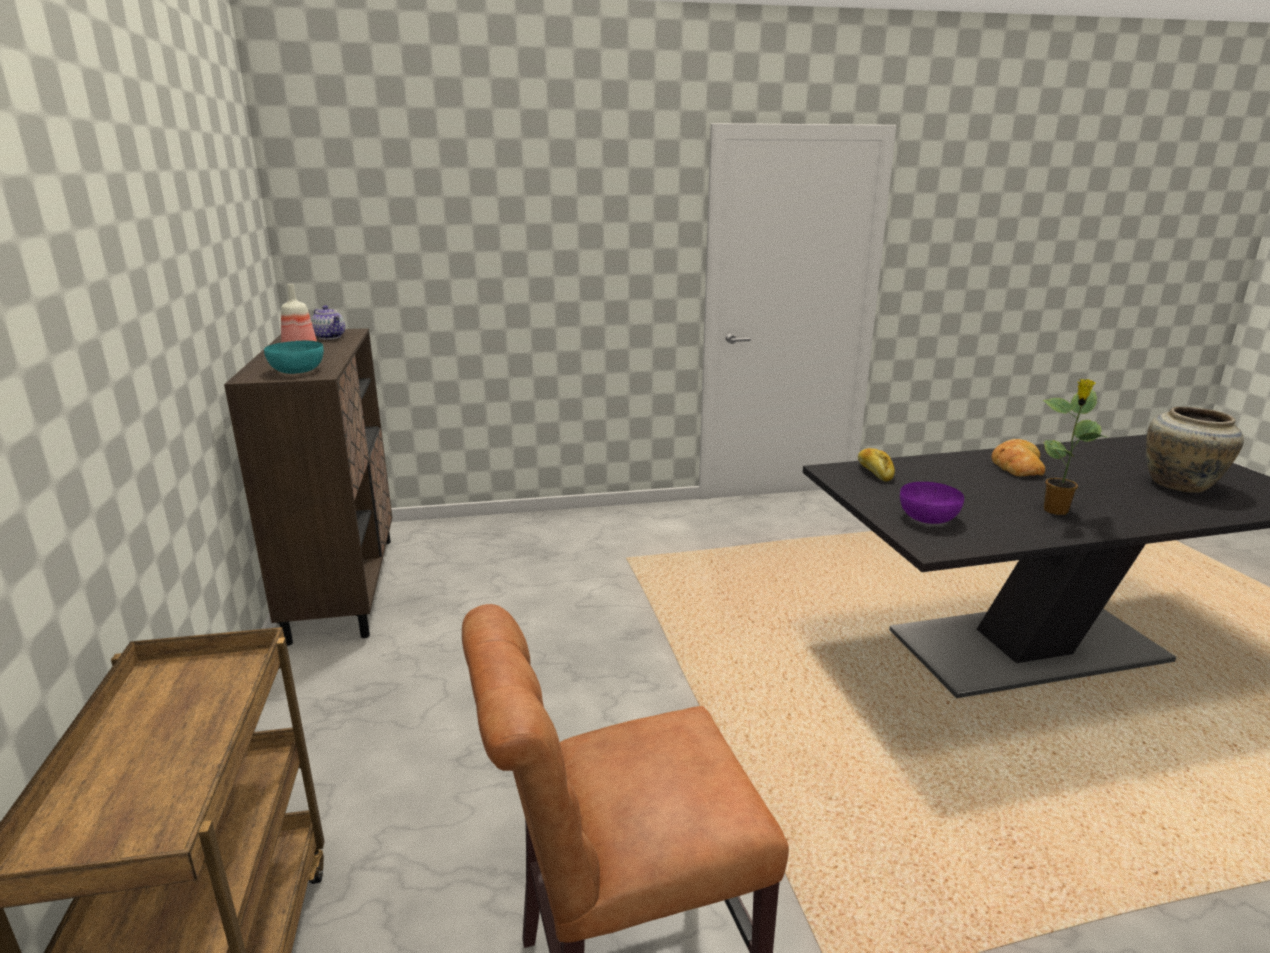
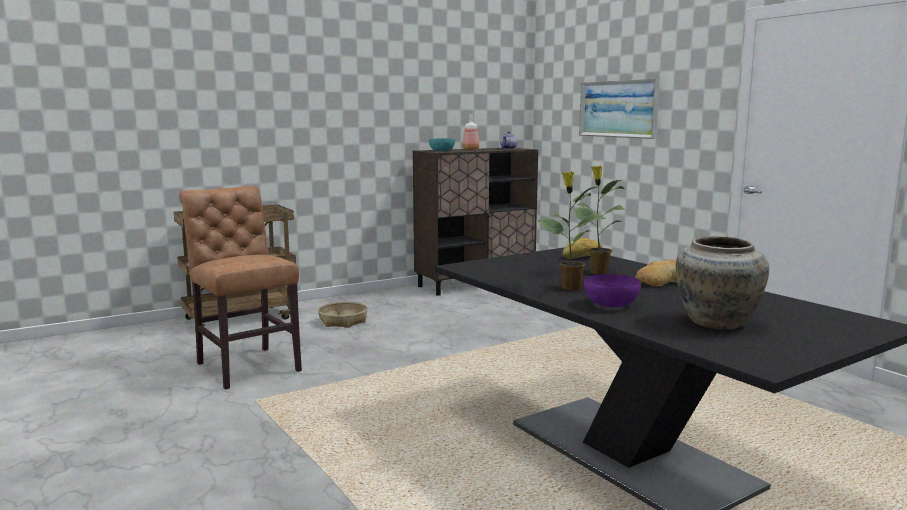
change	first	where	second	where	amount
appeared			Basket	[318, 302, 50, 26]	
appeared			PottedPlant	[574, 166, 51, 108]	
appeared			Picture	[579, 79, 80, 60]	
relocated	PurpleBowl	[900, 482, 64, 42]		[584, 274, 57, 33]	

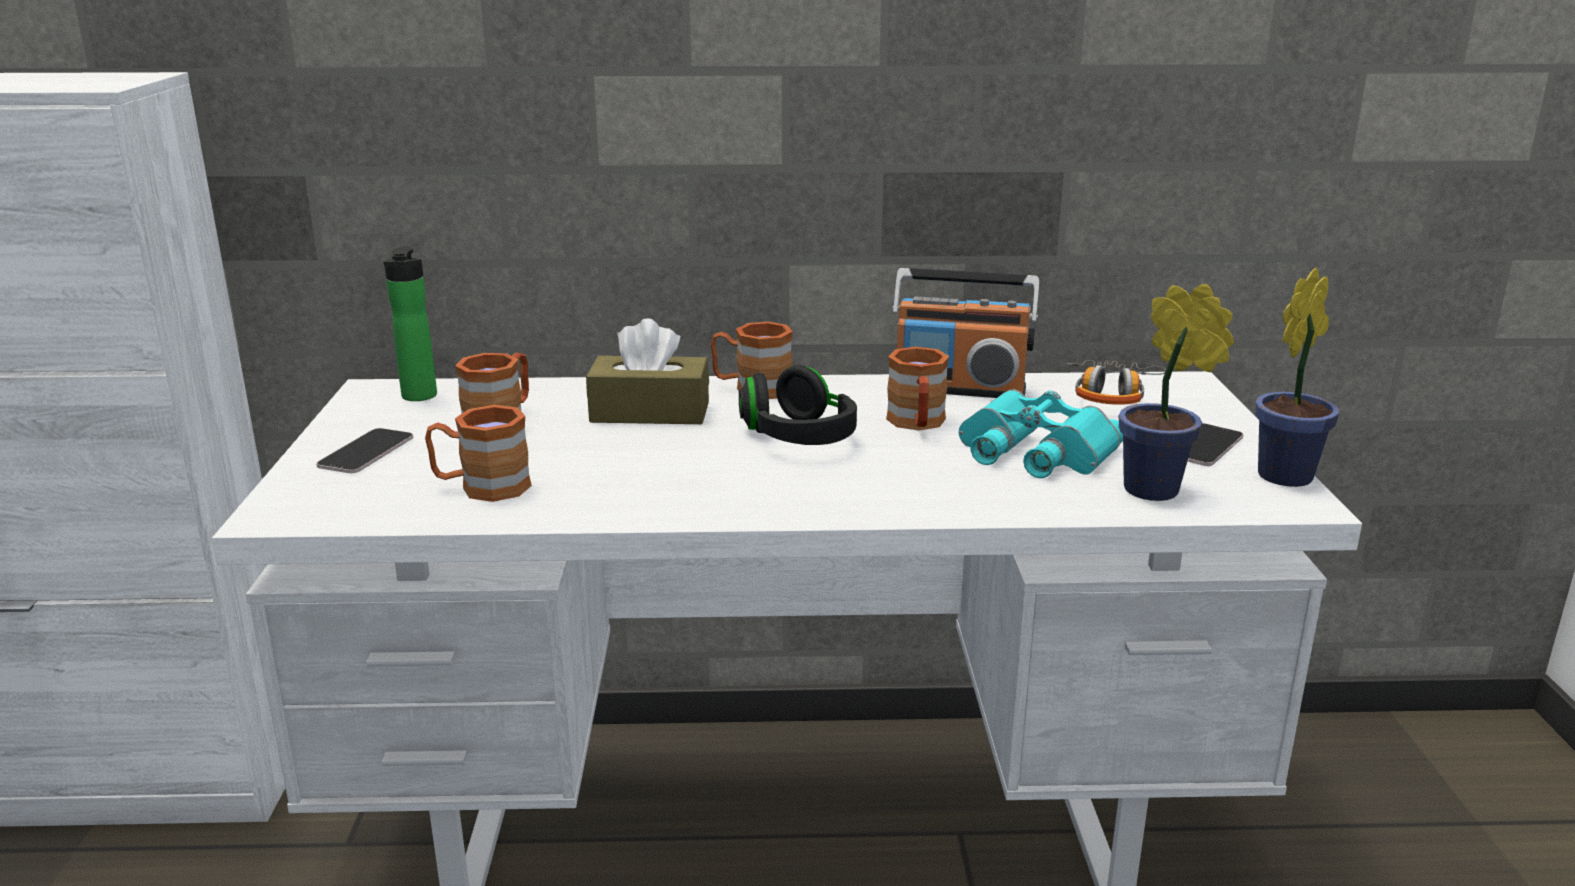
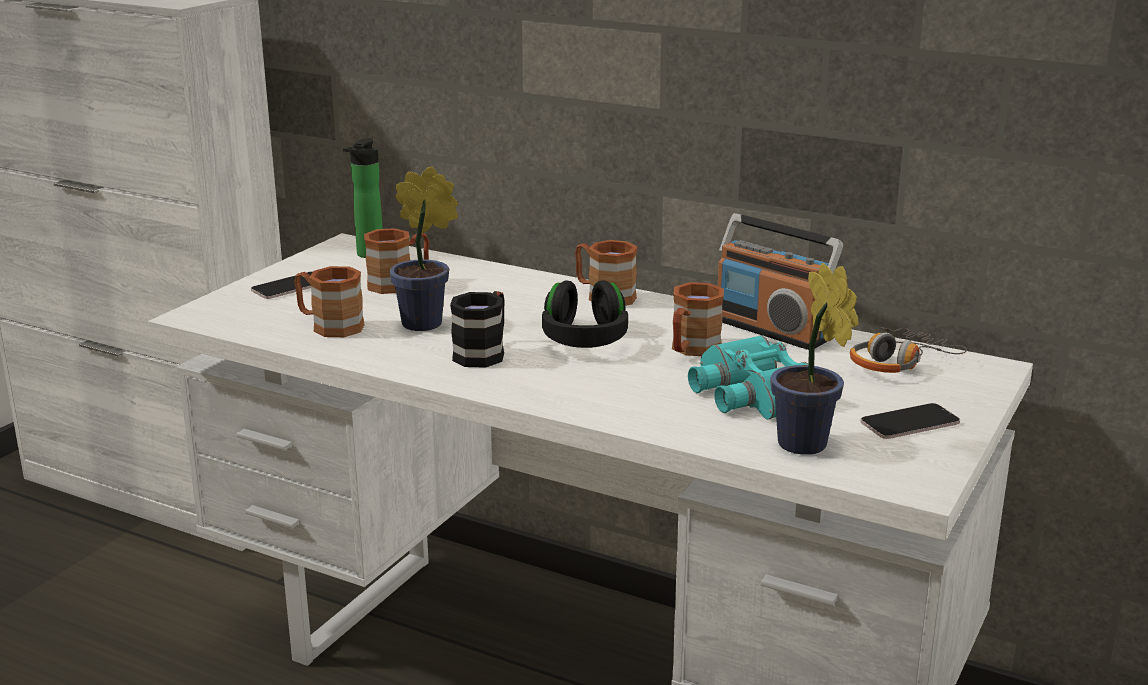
change	first	where	second	where	amount
relocated	PottedPlant	[1255, 268, 84, 219]		[389, 166, 69, 165]	
appeared			BlackMug	[450, 291, 55, 77]	
missing	BrownTissueBox	[586, 318, 123, 106]			

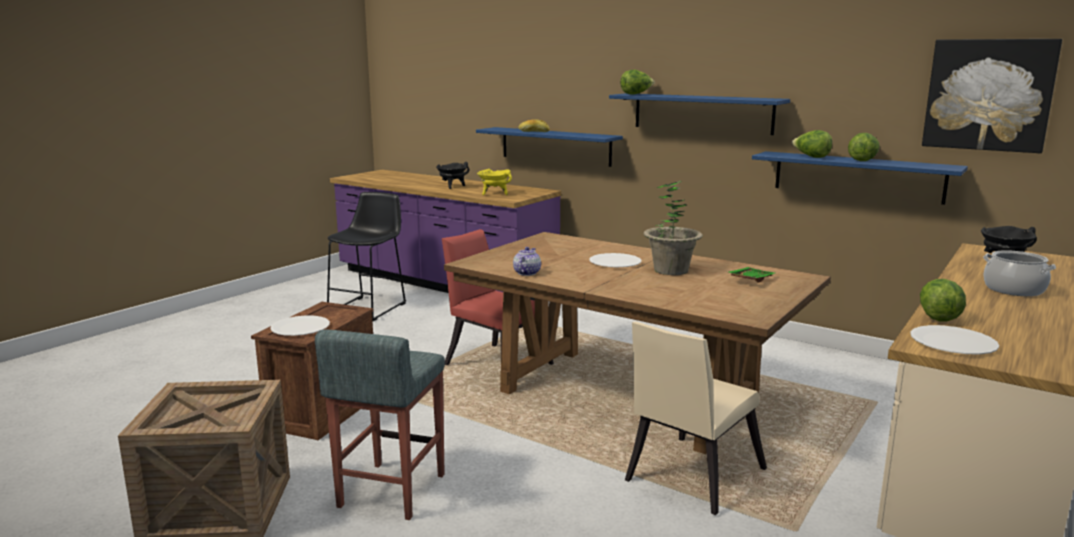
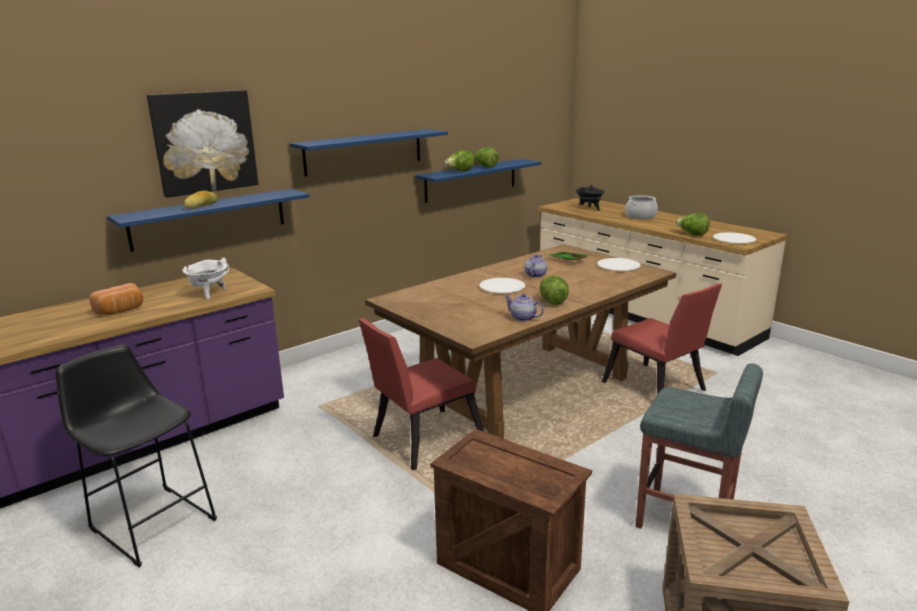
change	first	where	second	where	amount
exchanged	BlackCookingPot	[436, 162, 33, 27]	Bread	[89, 283, 54, 32]	
relocated	Picture	[922, 39, 140, 114]		[147, 90, 111, 108]	
colour	YellowCookingPot	[477, 169, 35, 26]	WhiteCookingPot	[182, 258, 47, 41]	
exchanged	PottedPlant	[644, 180, 59, 95]	Teapot	[525, 254, 22, 24]	
relocated	Lettuce	[620, 70, 35, 25]		[540, 276, 29, 29]	
relocated	WhitePlate	[270, 315, 60, 21]		[597, 258, 43, 13]	
colour	BeigeChair	[625, 321, 142, 194]	RedChair	[602, 283, 120, 111]	

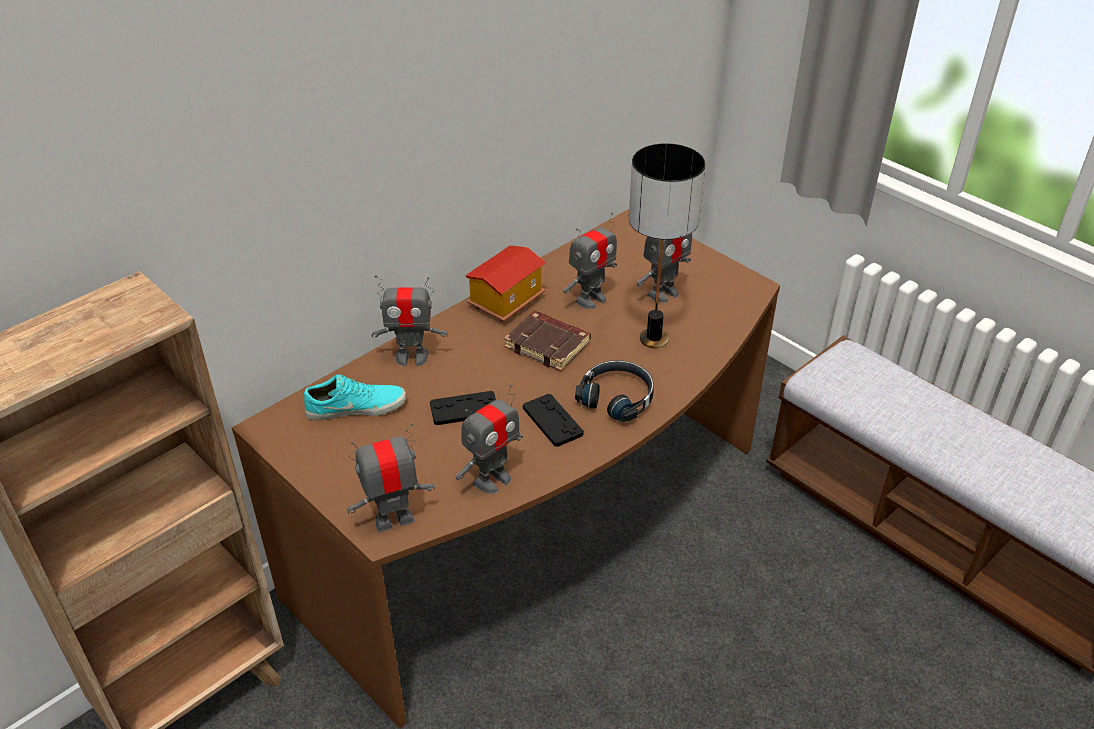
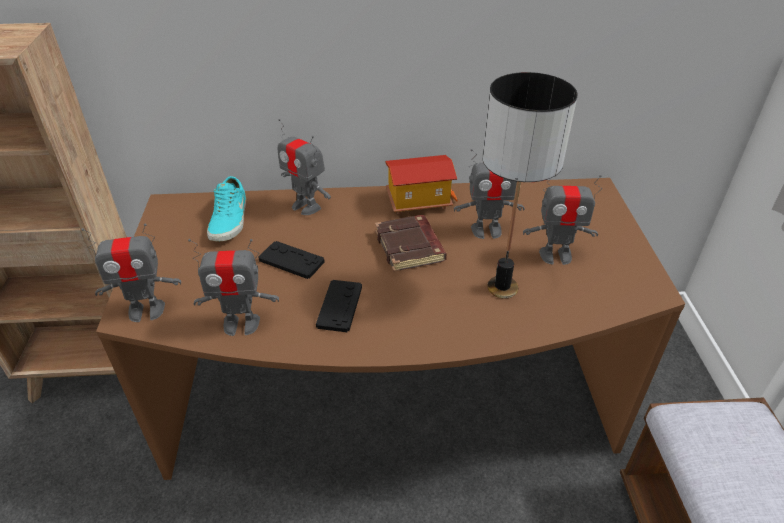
change	first	where	second	where	amount
spun	ToyRobot	[347, 423, 88, 109]		[81, 223, 100, 99]	150 degrees clockwise
spun	TurquoiseShoe	[304, 374, 102, 47]		[207, 176, 39, 65]	60 degrees clockwise
missing	BlackHeadphones	[575, 360, 79, 62]			

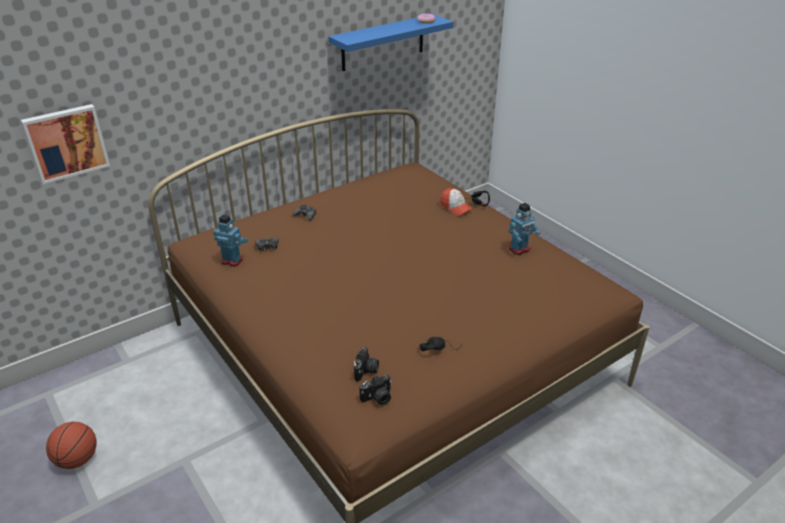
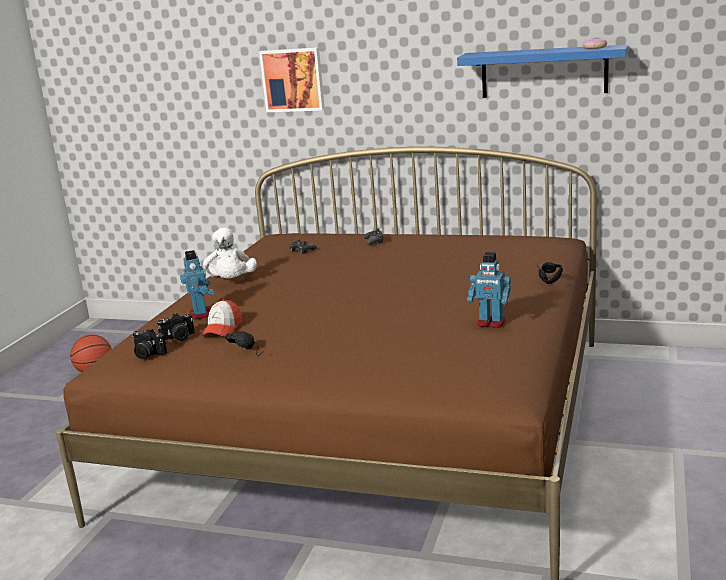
change	first	where	second	where	amount
relocated	ToyRobot	[213, 214, 35, 53]		[180, 250, 34, 70]	
relocated	Cap	[440, 188, 33, 27]		[201, 299, 41, 38]	
appeared			WhitePlushToy	[203, 228, 54, 51]	
relocated	Picture	[21, 104, 89, 80]		[259, 47, 66, 65]	

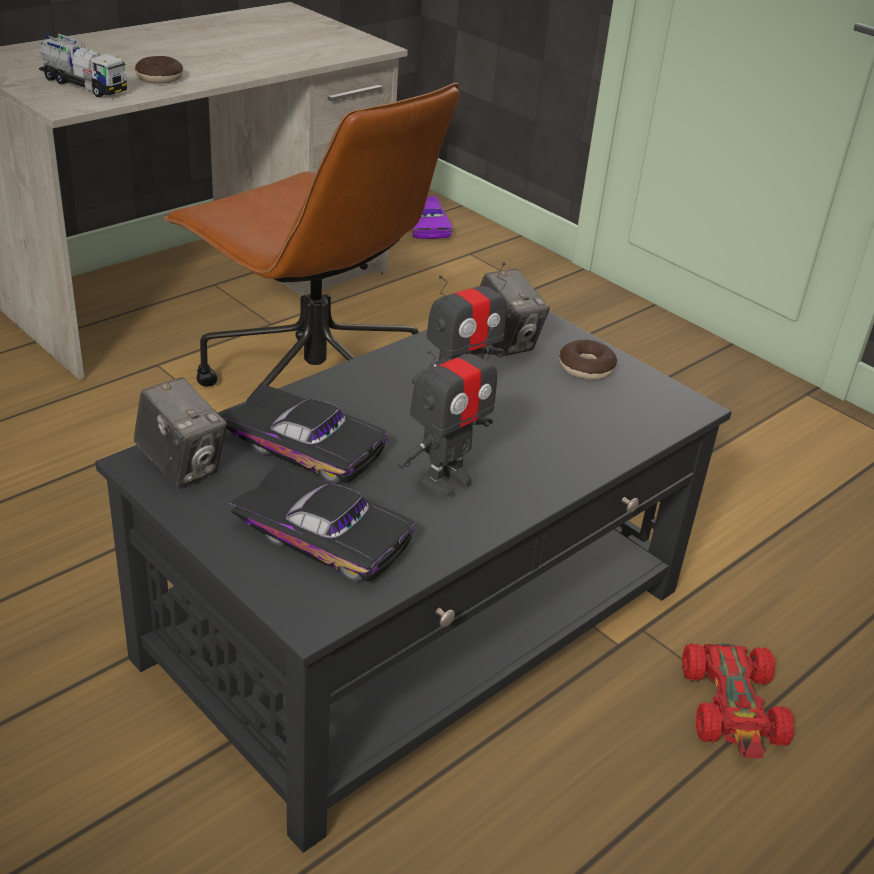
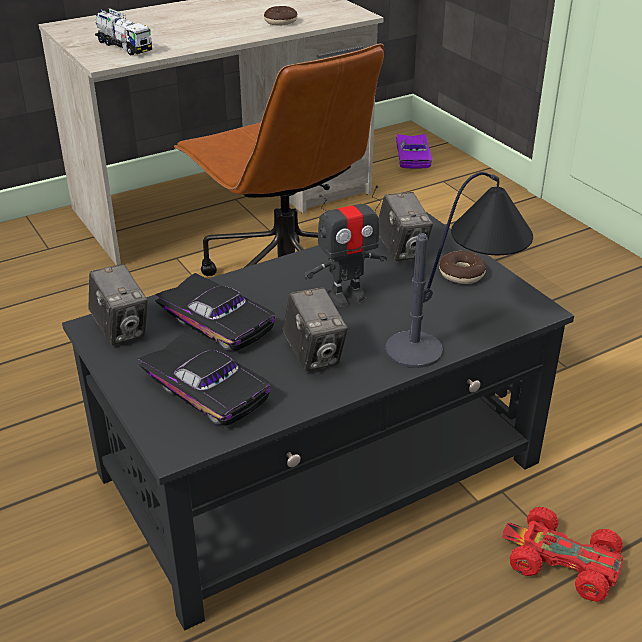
change	first	where	second	where	amount
relocated	Donut	[135, 56, 48, 28]		[264, 6, 33, 19]	
exchanged	ToyRobot	[398, 327, 99, 171]	PhotoCamera	[283, 287, 65, 84]	
appeared			TableLamp	[385, 172, 148, 196]	
spun	RedToyCar	[682, 643, 112, 115]		[502, 507, 121, 95]	105 degrees clockwise

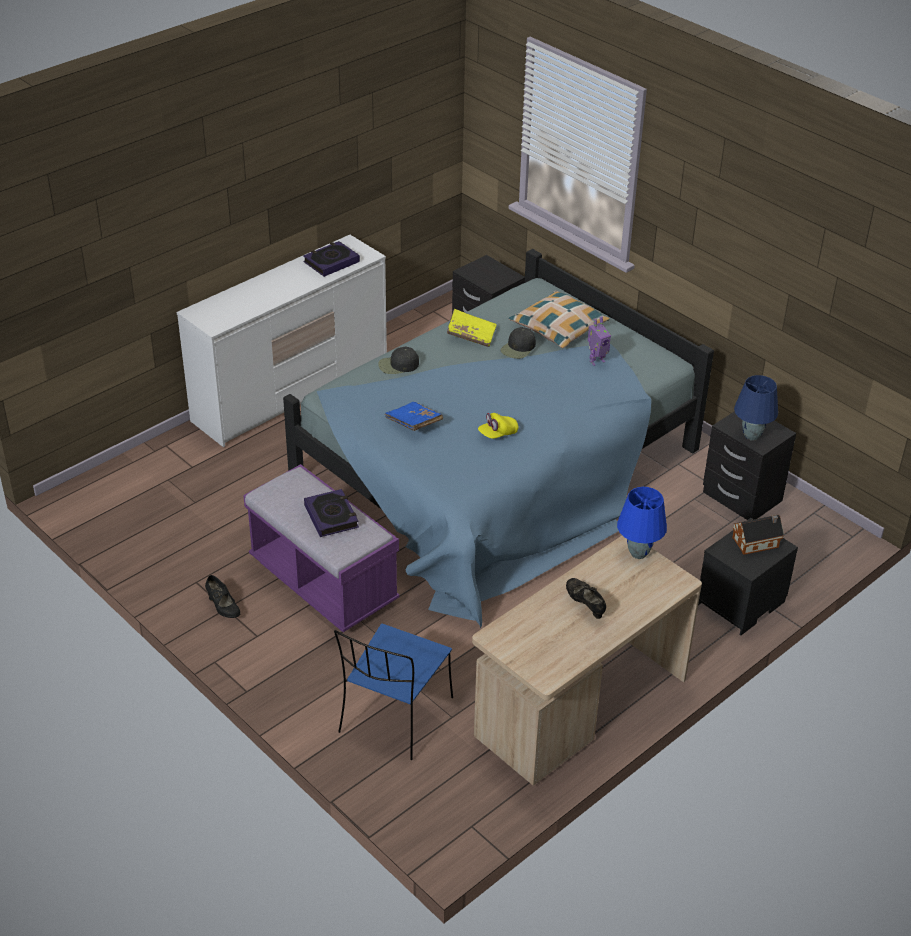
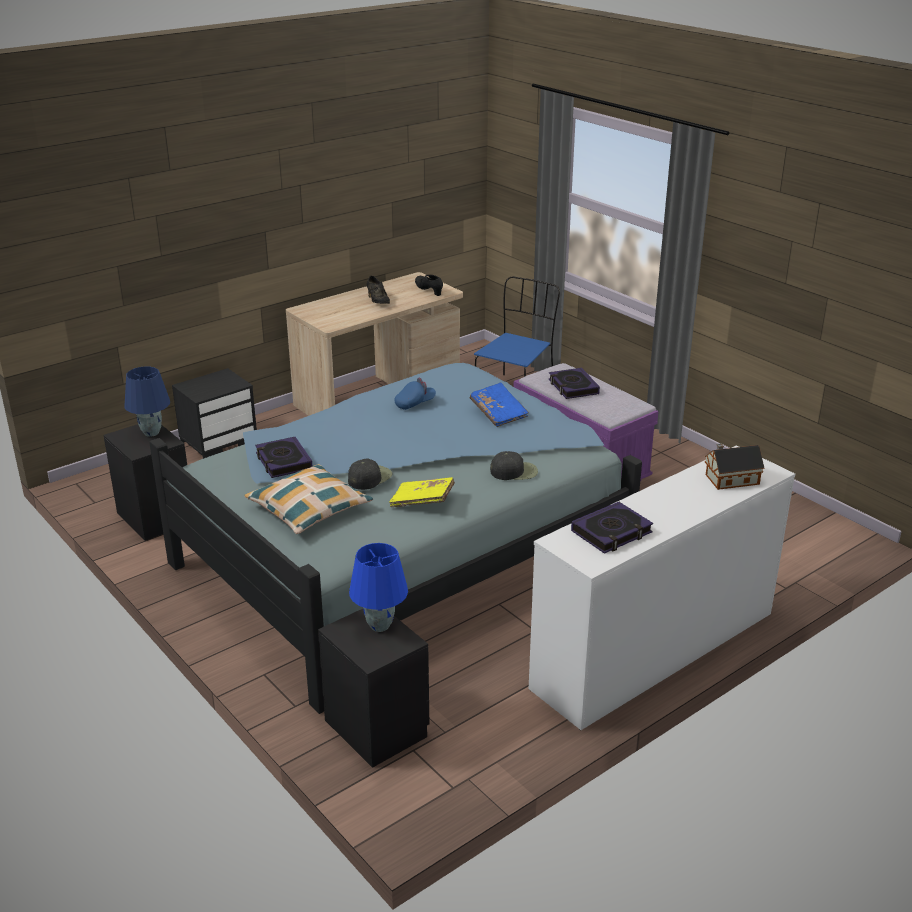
change	first	where	second	where	amount
exchanged	ToyRobot	[588, 317, 23, 49]	Book	[255, 437, 57, 41]	
relocated	BlueTableLamp	[617, 487, 50, 72]		[349, 543, 59, 89]	
colour	YellowCap	[478, 413, 40, 26]	BlueCap	[395, 378, 41, 32]	
relocated	BlackShoe	[205, 575, 35, 43]		[415, 274, 28, 22]	
relocated	ToyHouse	[732, 515, 52, 40]		[705, 443, 59, 47]	

